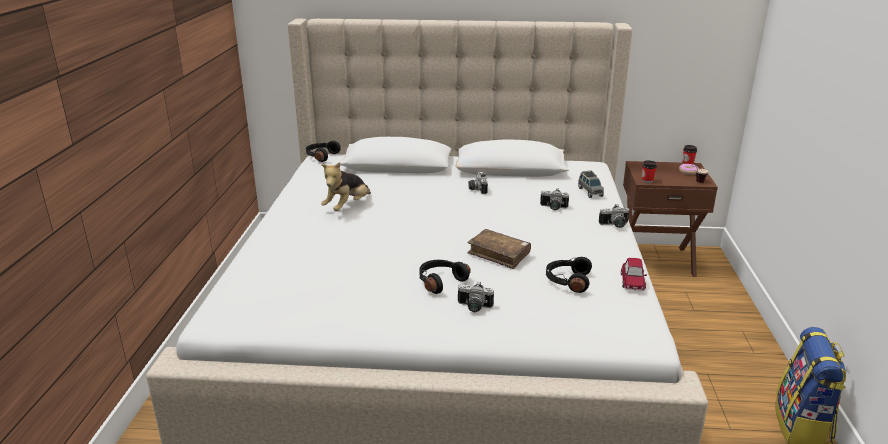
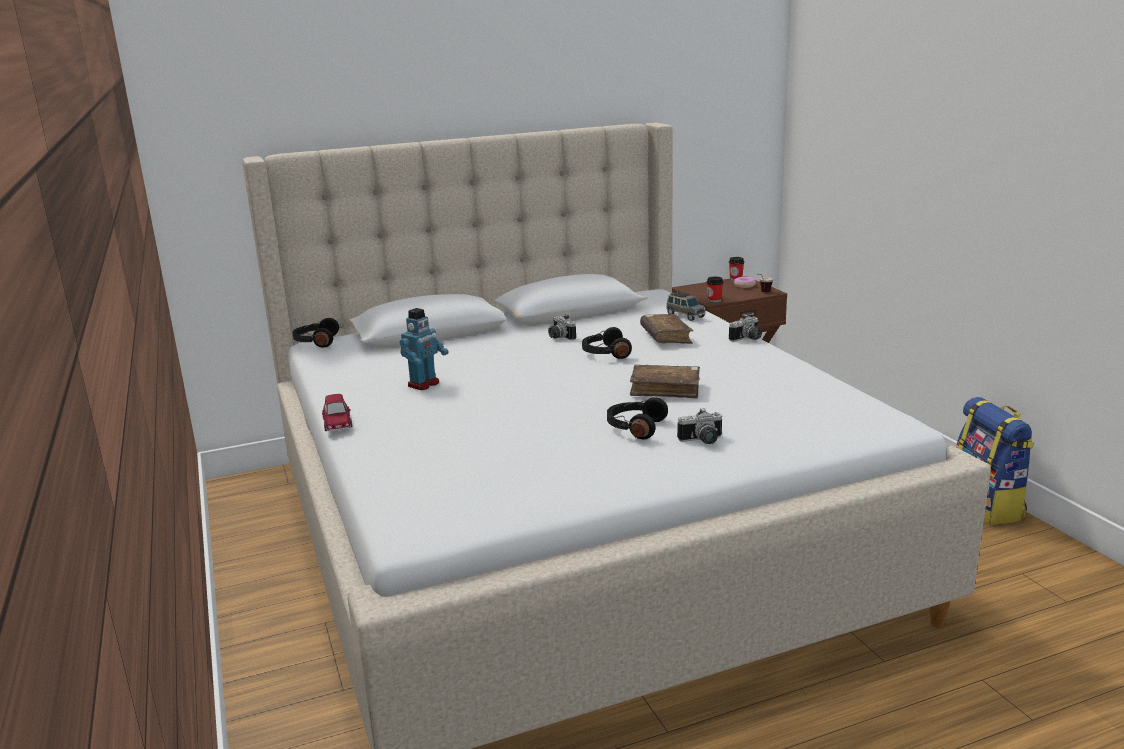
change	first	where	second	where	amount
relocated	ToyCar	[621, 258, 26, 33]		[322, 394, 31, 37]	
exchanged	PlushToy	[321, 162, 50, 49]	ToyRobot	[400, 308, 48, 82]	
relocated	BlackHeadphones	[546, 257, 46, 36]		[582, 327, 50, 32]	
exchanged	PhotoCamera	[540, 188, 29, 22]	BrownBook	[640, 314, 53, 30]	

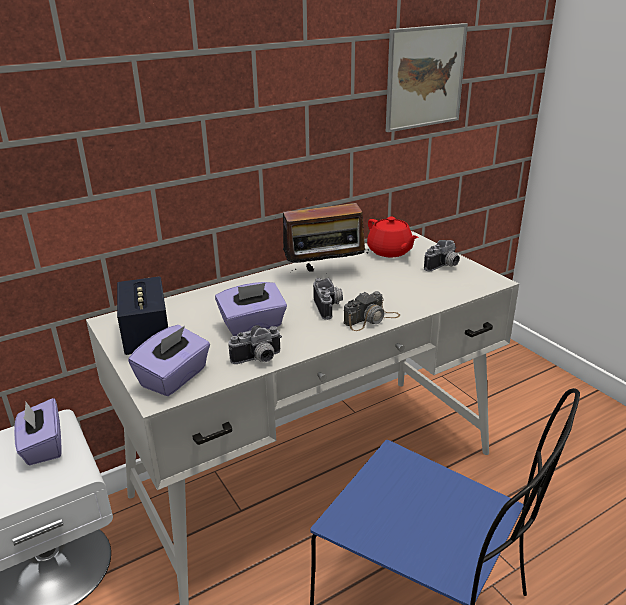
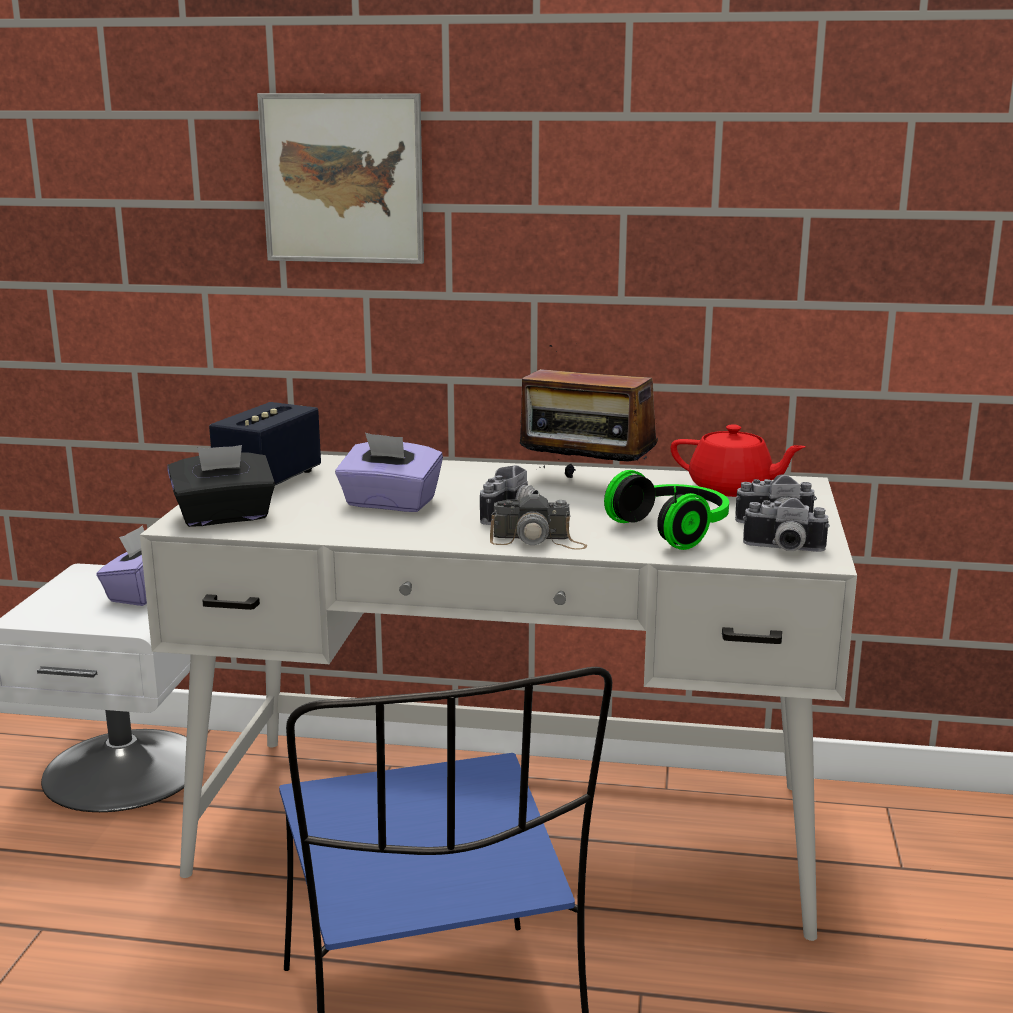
change	first	where	second	where	amount
colour	PurpleTissueBox	[128, 325, 82, 71]	BlackTissueBox	[167, 445, 108, 82]	
relocated	Picture	[386, 23, 82, 109]		[257, 93, 167, 171]	
appeared			Headphones	[604, 470, 125, 80]	
spun	RedTeapot	[367, 217, 51, 40]		[670, 424, 136, 73]	75 degrees counterclockwise
relocated	PhotoCamera	[228, 325, 54, 39]		[743, 497, 87, 55]	

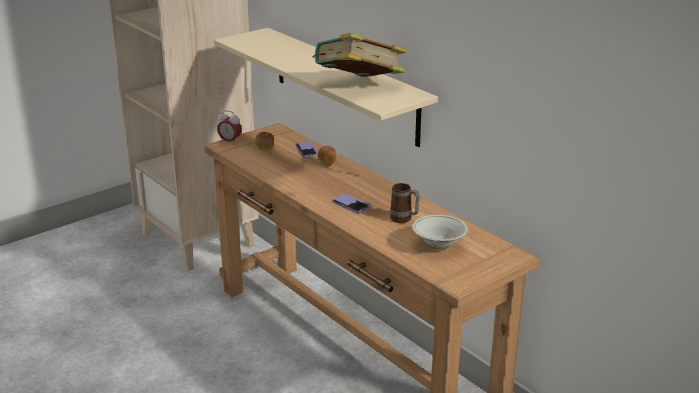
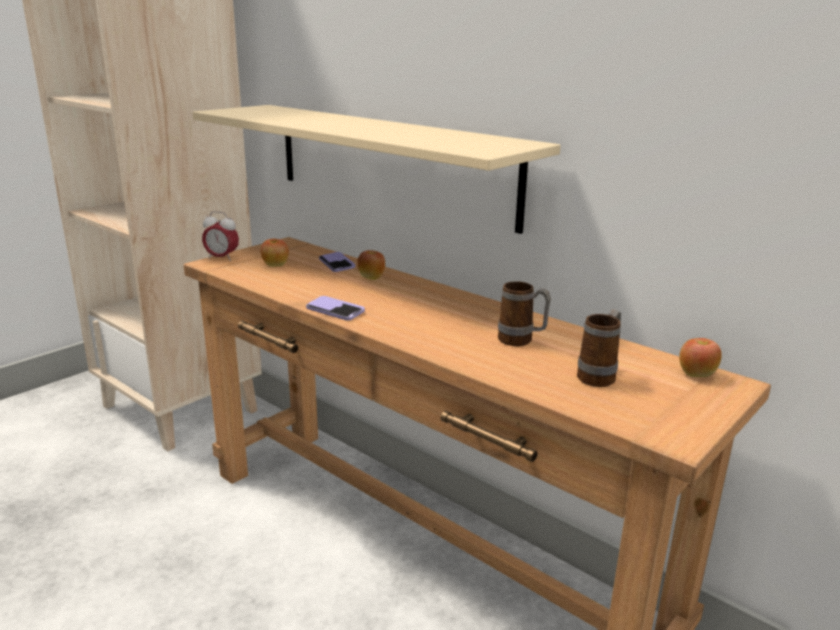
change	first	where	second	where	amount
relocated	Phone	[333, 193, 37, 21]		[306, 296, 59, 25]	
exchanged	WhiteBowl	[412, 215, 56, 34]	Mug	[577, 309, 44, 78]	
appeared			Apple	[679, 338, 43, 39]	
missing	Book	[313, 33, 94, 44]			

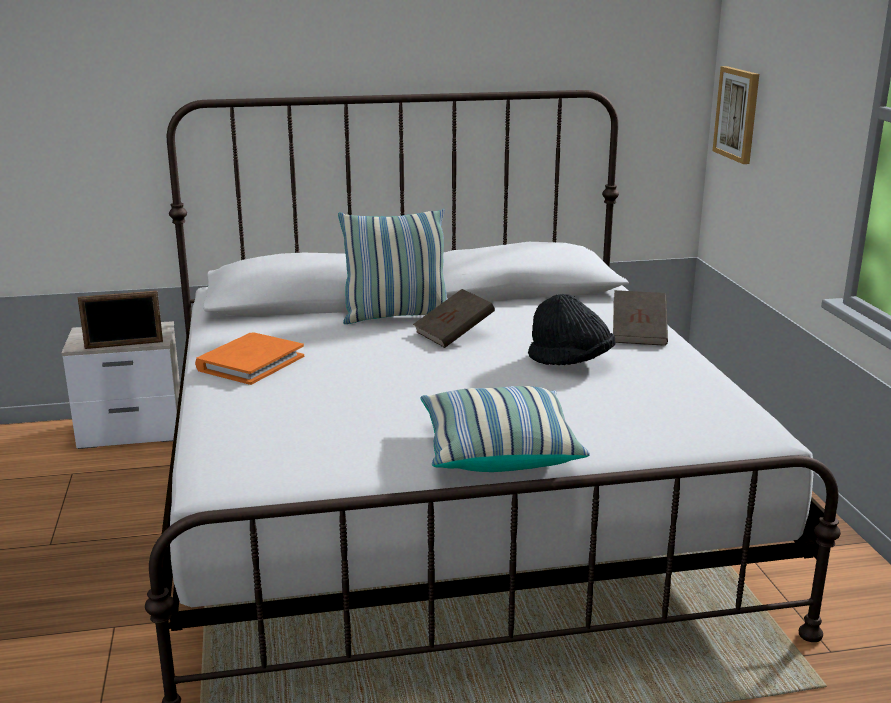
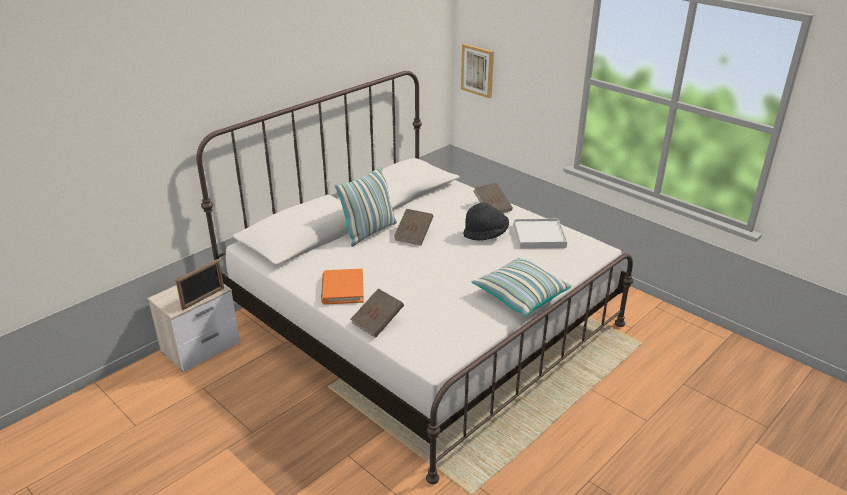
change	first	where	second	where	amount
appeared			BrownBook	[350, 289, 54, 49]	
appeared			WhiteTray	[514, 219, 53, 30]	

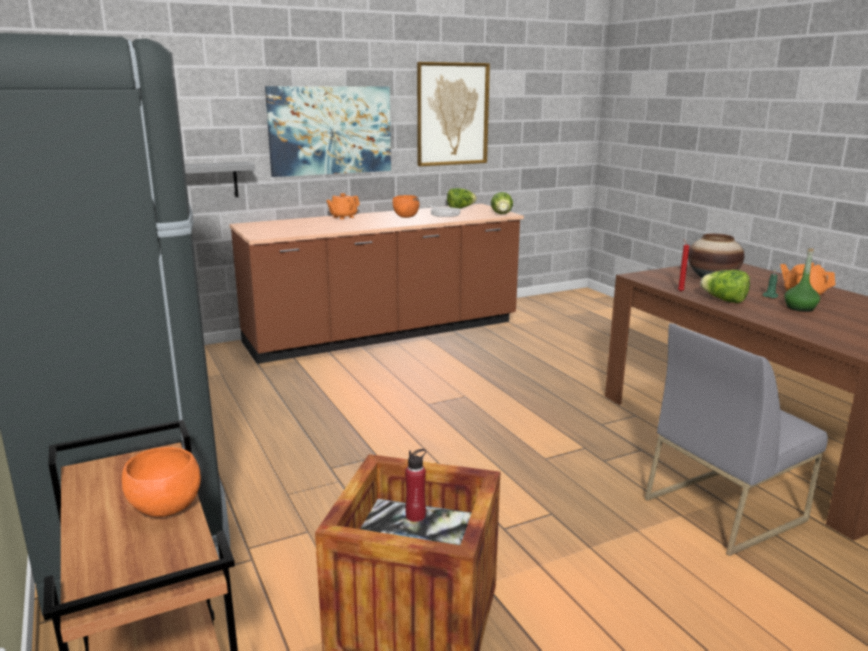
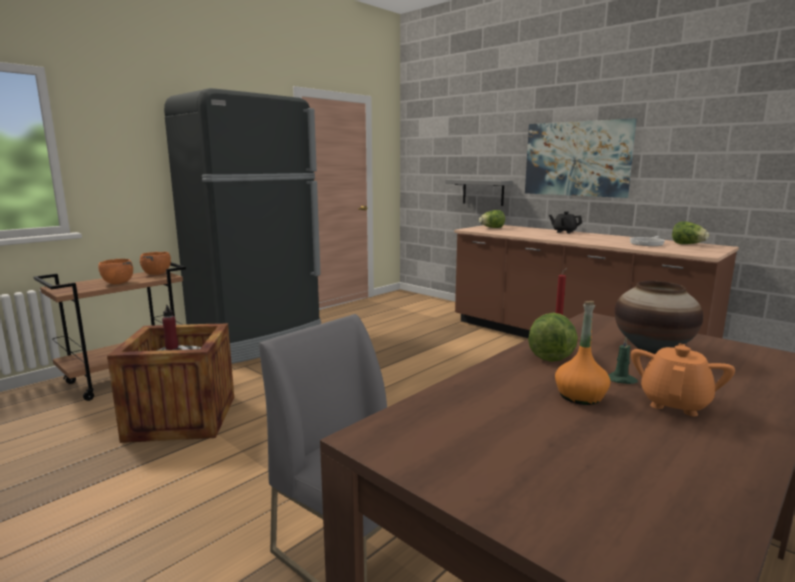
change	first	where	second	where	amount
relocated	OrangeBowl	[393, 195, 26, 23]		[140, 252, 31, 23]	
relocated	Lettuce	[491, 192, 22, 22]		[479, 210, 26, 18]	
colour	OrangeTeapot	[326, 193, 34, 26]	BlackTeapot	[549, 211, 33, 22]	
colour	GreenBottle	[784, 248, 36, 64]	OrangeBottle	[555, 301, 55, 104]	
missing	Picture	[417, 62, 73, 104]			

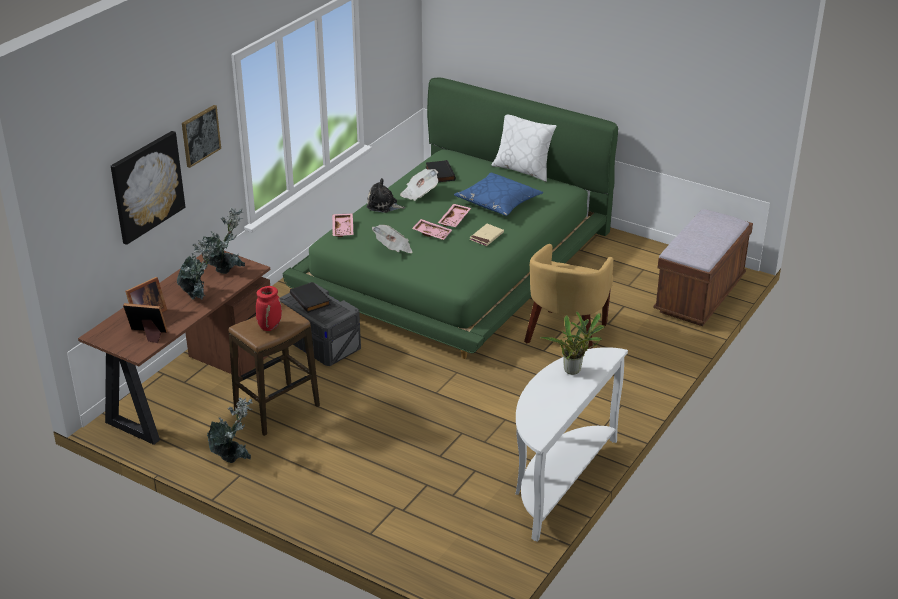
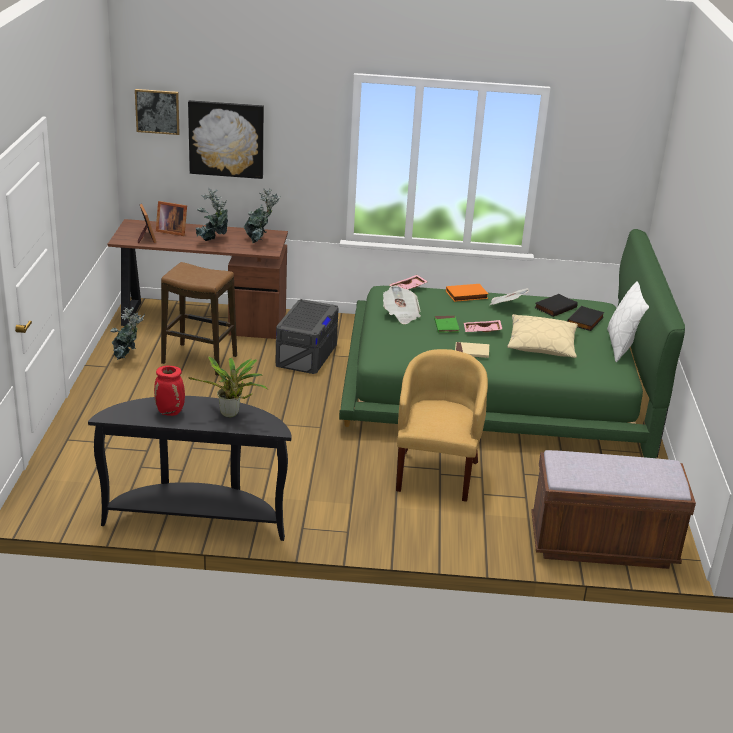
change	first	where	second	where	amount
colour	WhiteConsoleTable	[515, 347, 113, 195]	BlackConsoleTable	[88, 396, 203, 145]	
relocated	Picture	[182, 105, 39, 63]		[135, 89, 45, 46]	
relocated	RedVase	[256, 286, 26, 45]		[154, 366, 31, 50]	
spun	YellowArmchair	[524, 244, 89, 105]		[396, 349, 92, 153]	105 degrees clockwise
exchanged	PinkTray	[412, 219, 40, 21]	GreenBook	[434, 316, 25, 17]	
exchanged	PlushToy	[366, 178, 39, 35]	OrangeBook	[446, 284, 42, 18]	
colour	BluePillow	[454, 173, 89, 43]	BeigePillow	[507, 314, 71, 44]	
relocated	BlackBook	[290, 282, 40, 31]		[567, 306, 38, 25]	

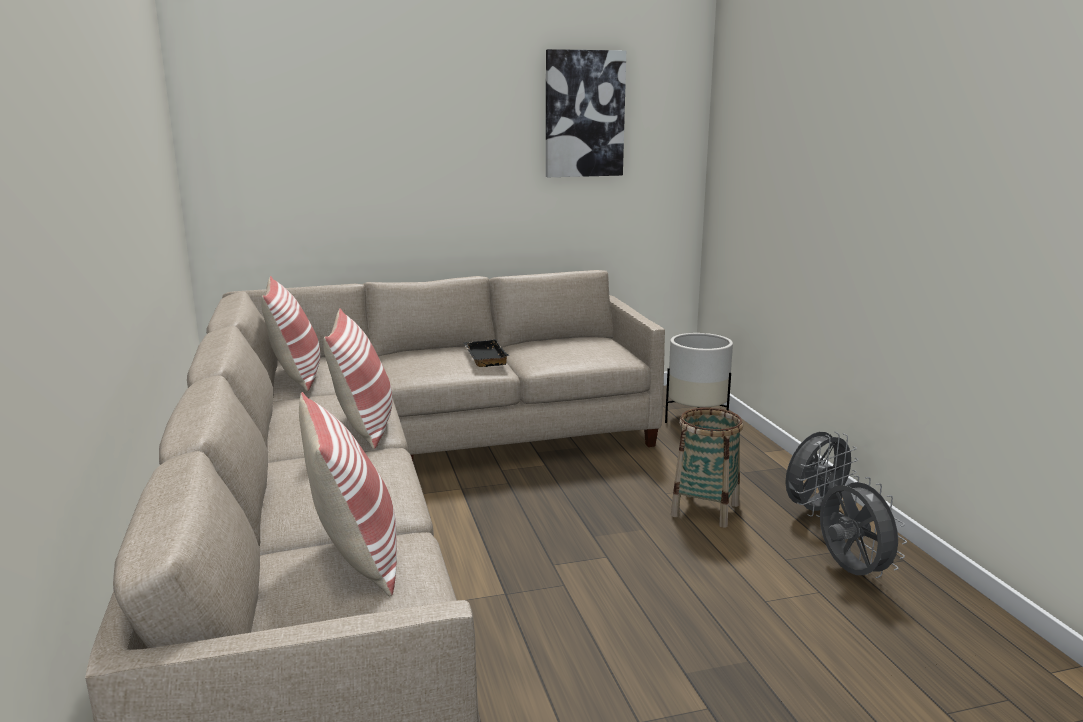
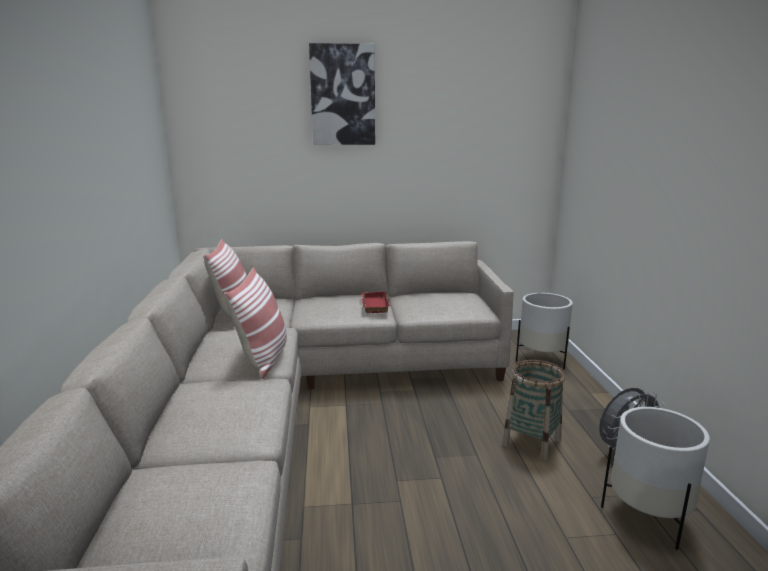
change	first	where	second	where	amount
relocated	Picture	[546, 49, 80, 128]		[309, 43, 66, 102]	
colour	BlackTray	[463, 339, 47, 28]	RedTray	[361, 291, 29, 22]	
exchanged	GreyFan	[820, 475, 87, 103]	WhitePlanter	[601, 407, 109, 143]	
missing	Pillow	[299, 392, 98, 204]			

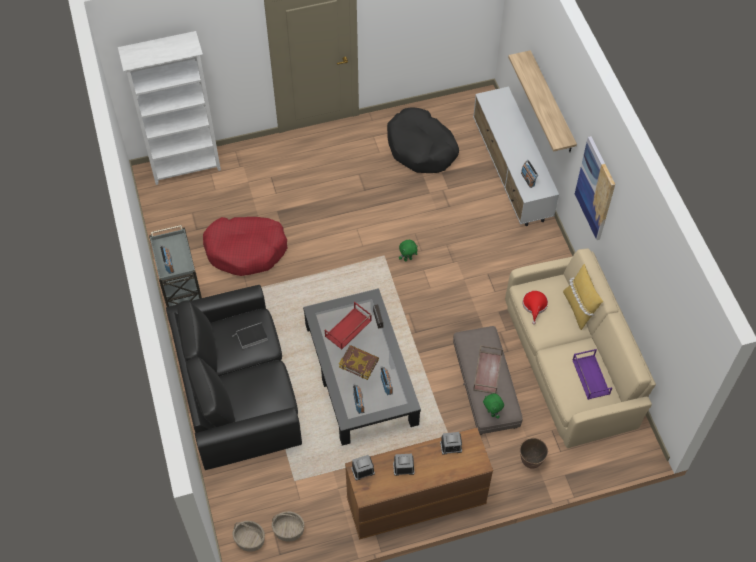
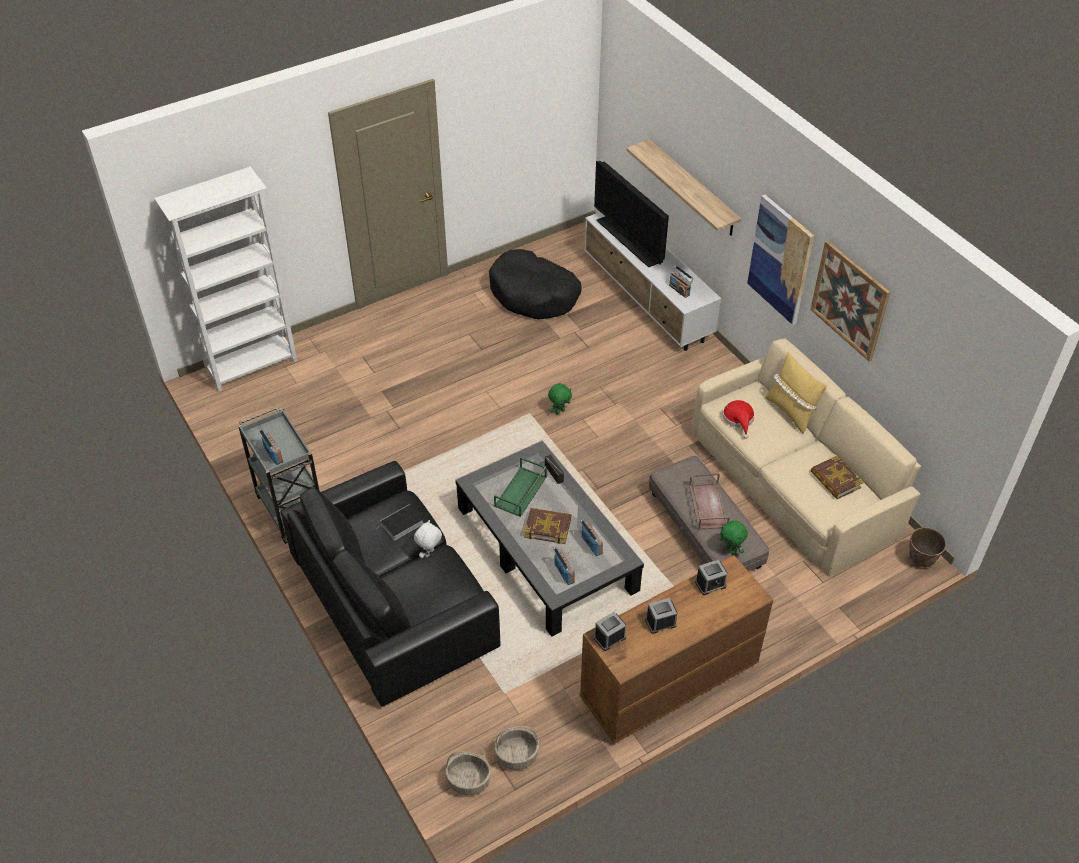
change	first	where	second	where	amount
appeared			WhitePlushToy	[414, 520, 28, 38]	
colour	RedTray	[325, 302, 47, 48]	GreenTray	[494, 457, 53, 60]	
appeared			Television	[594, 161, 75, 107]	
appeared			Picture	[810, 240, 80, 121]	
exchanged	PurpleTray	[572, 349, 40, 51]	Book	[811, 456, 52, 43]	
relocated	Planter	[520, 438, 28, 31]		[909, 527, 38, 40]	
missing	RedDogBed	[203, 217, 84, 59]			

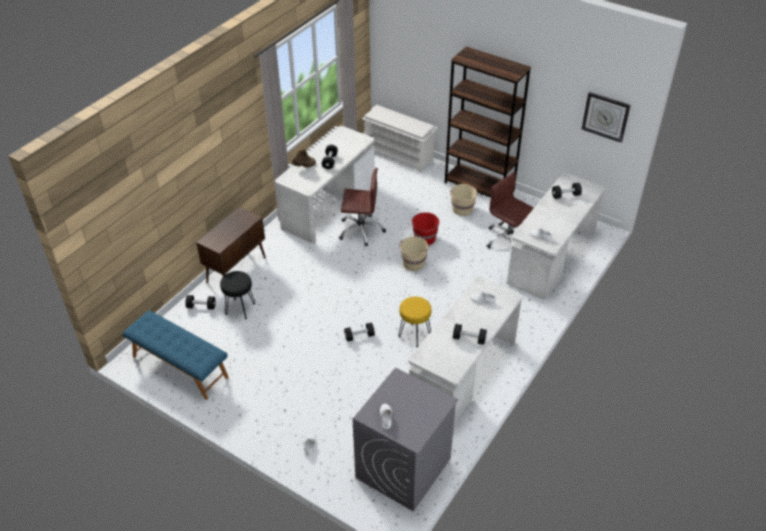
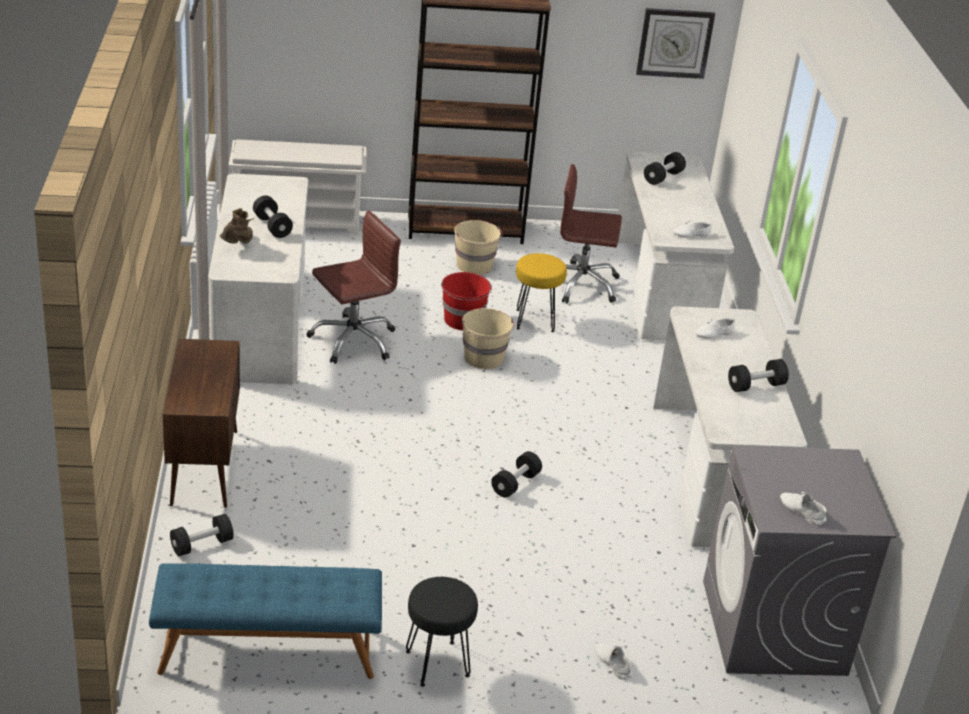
change	first	where	second	where	amount
relocated	BlackStool	[220, 271, 35, 48]		[406, 577, 72, 110]	
relocated	YellowStool	[399, 297, 33, 50]		[516, 253, 51, 79]	

